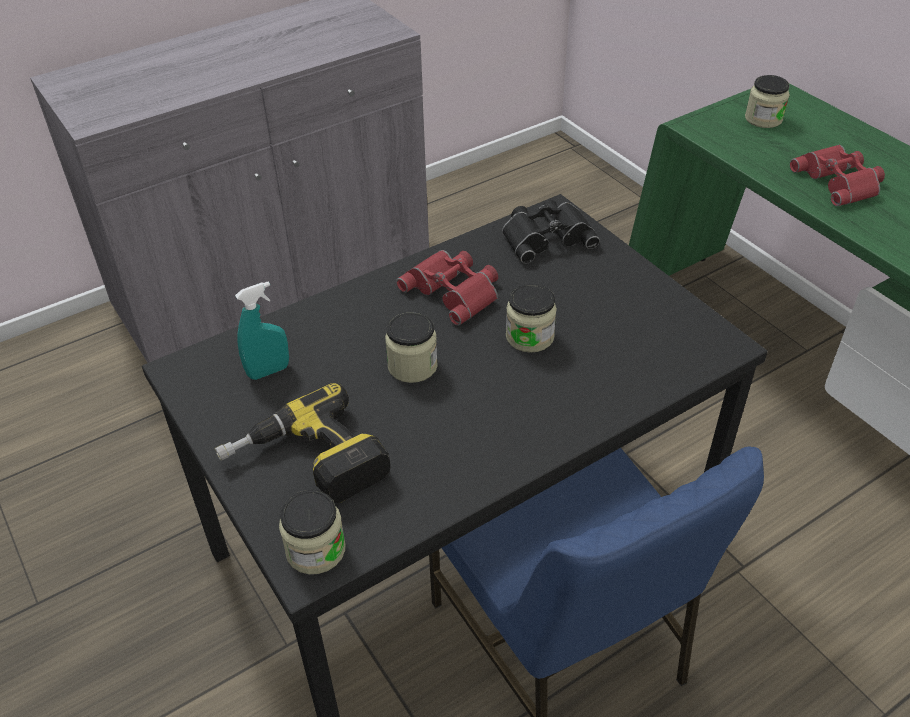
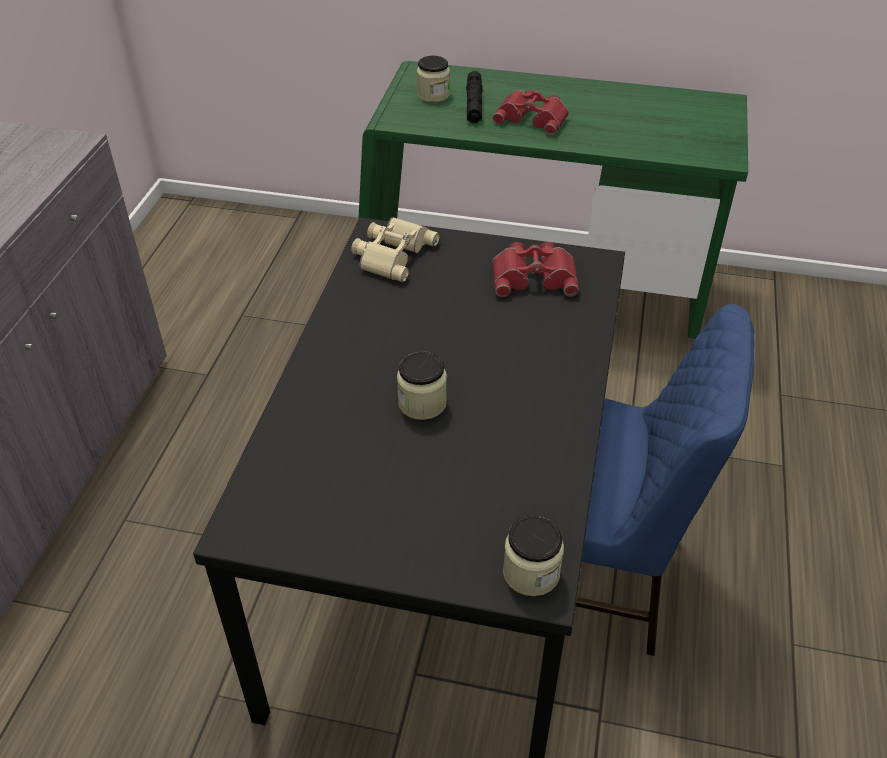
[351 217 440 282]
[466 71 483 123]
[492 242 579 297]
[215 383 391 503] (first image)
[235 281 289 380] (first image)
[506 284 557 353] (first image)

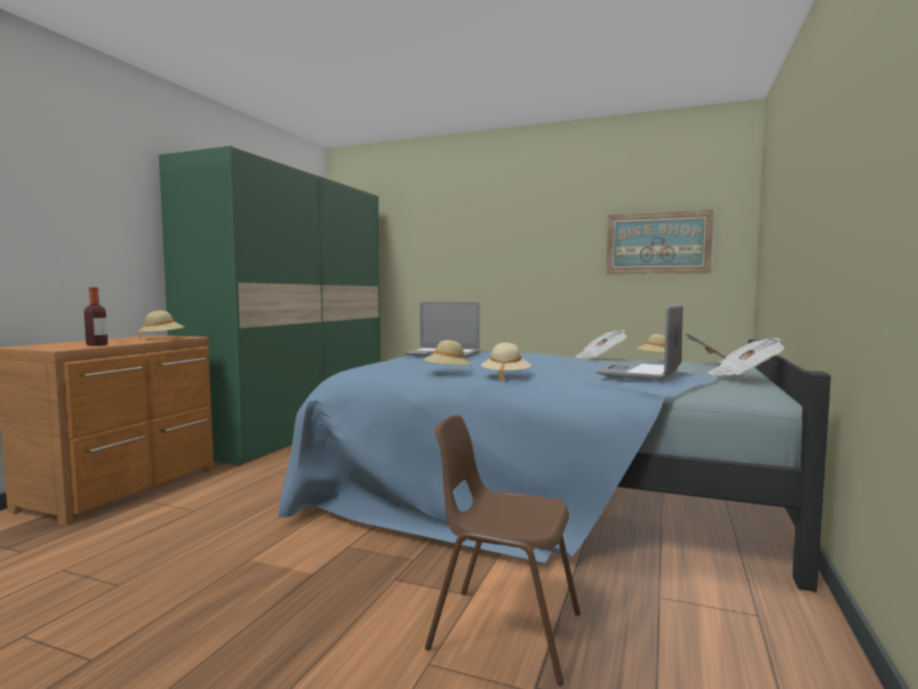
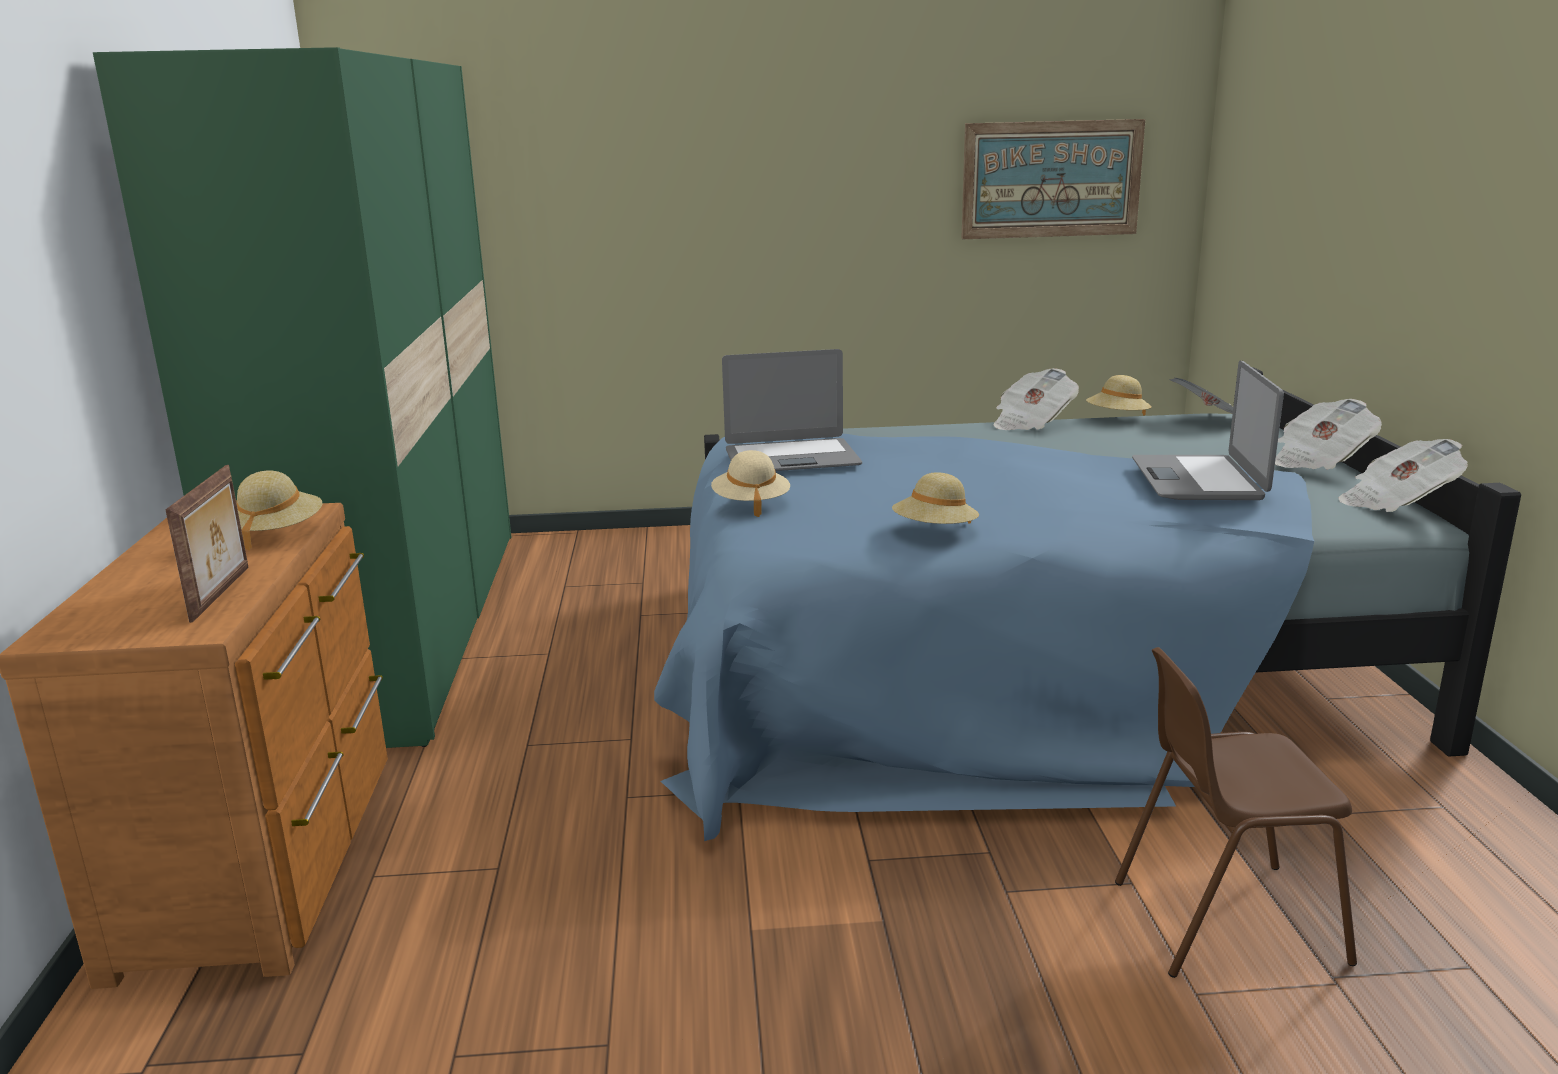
[165 465 248 623]
[711 450 790 517]
[1339 439 1468 512]

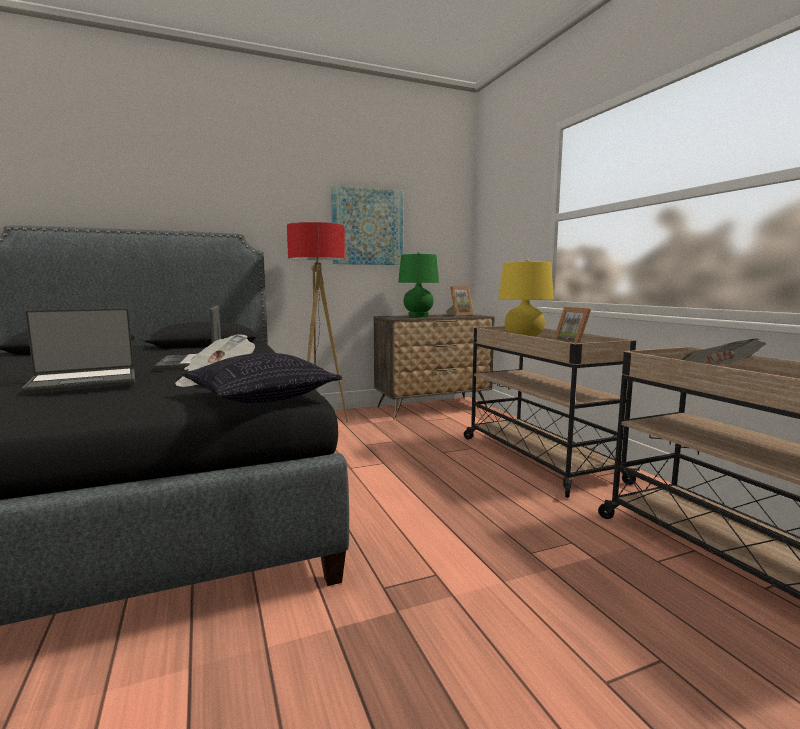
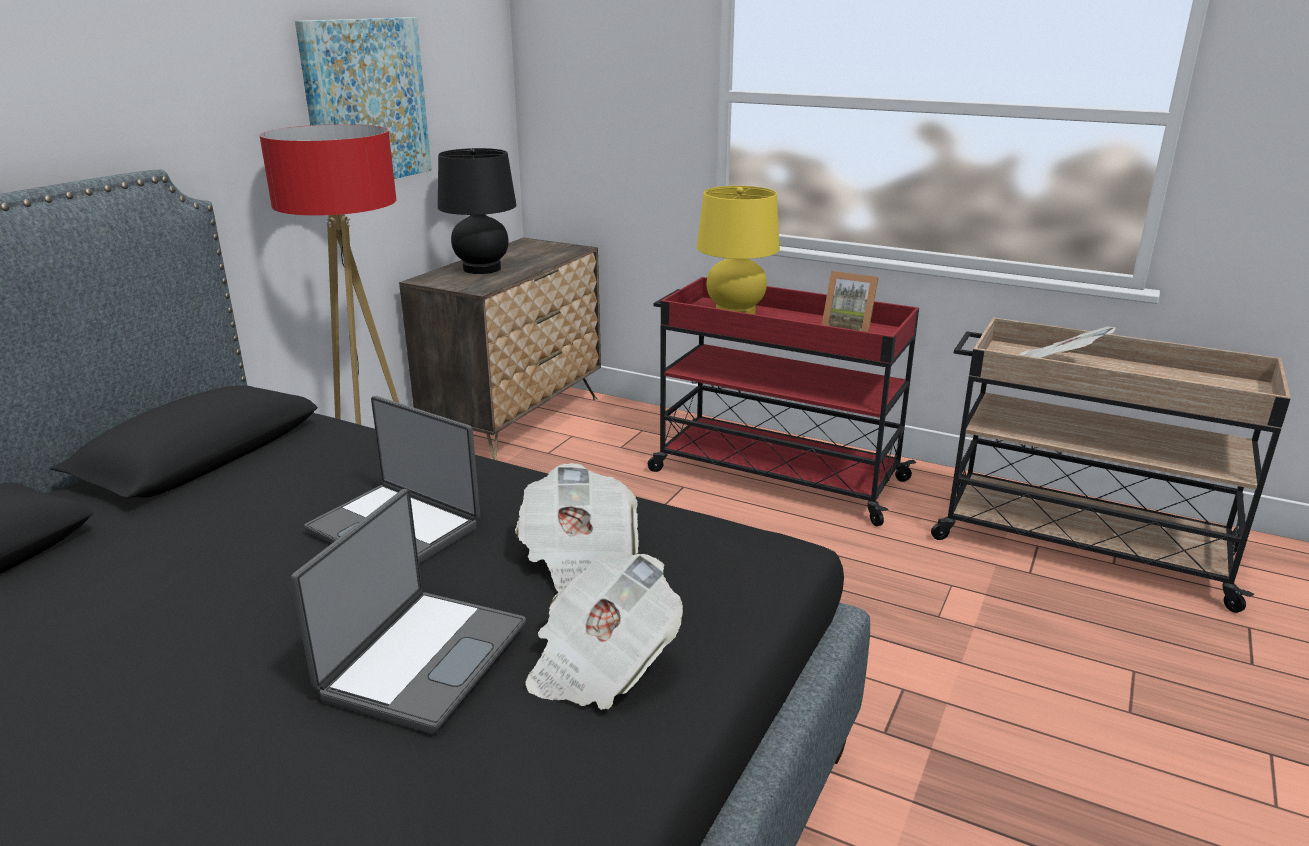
[438 148 516 274]
[525 554 683 710]
[648 277 919 526]
[182 353 342 403] (first image)
[446 286 474 316] (first image)

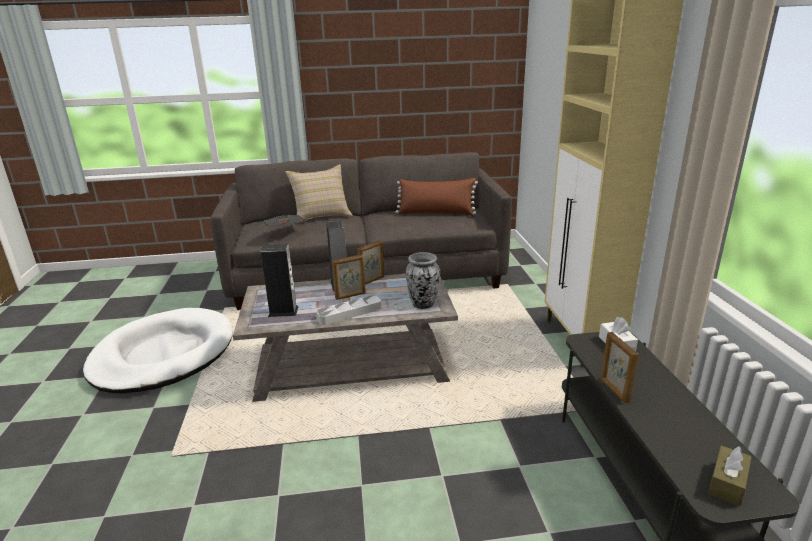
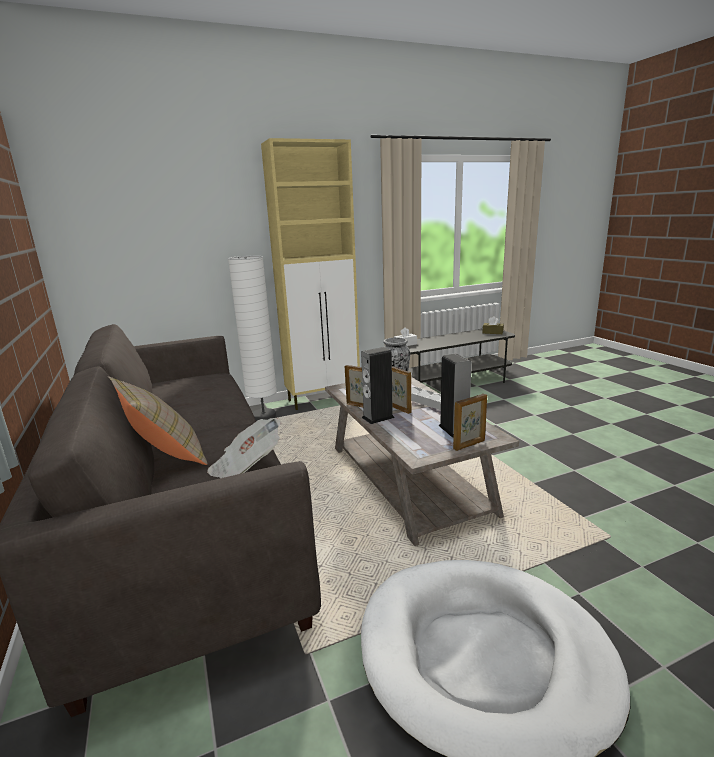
[228 256 277 421]
[453 394 487 451]
[396 178 478 216] (first image)

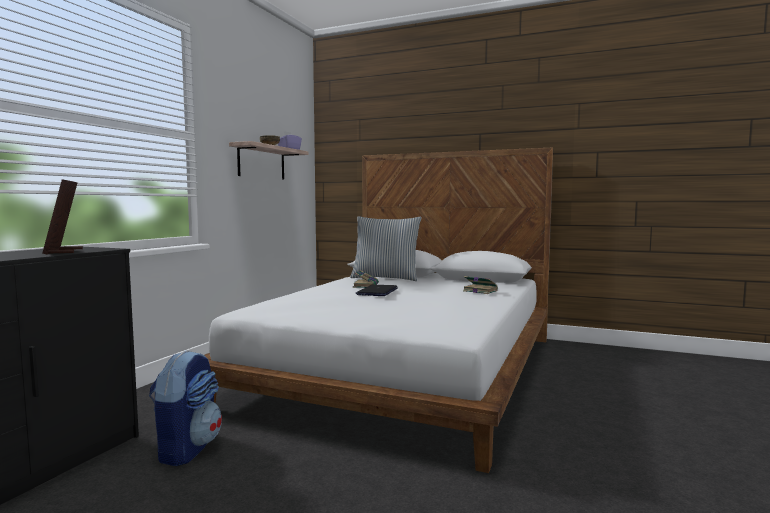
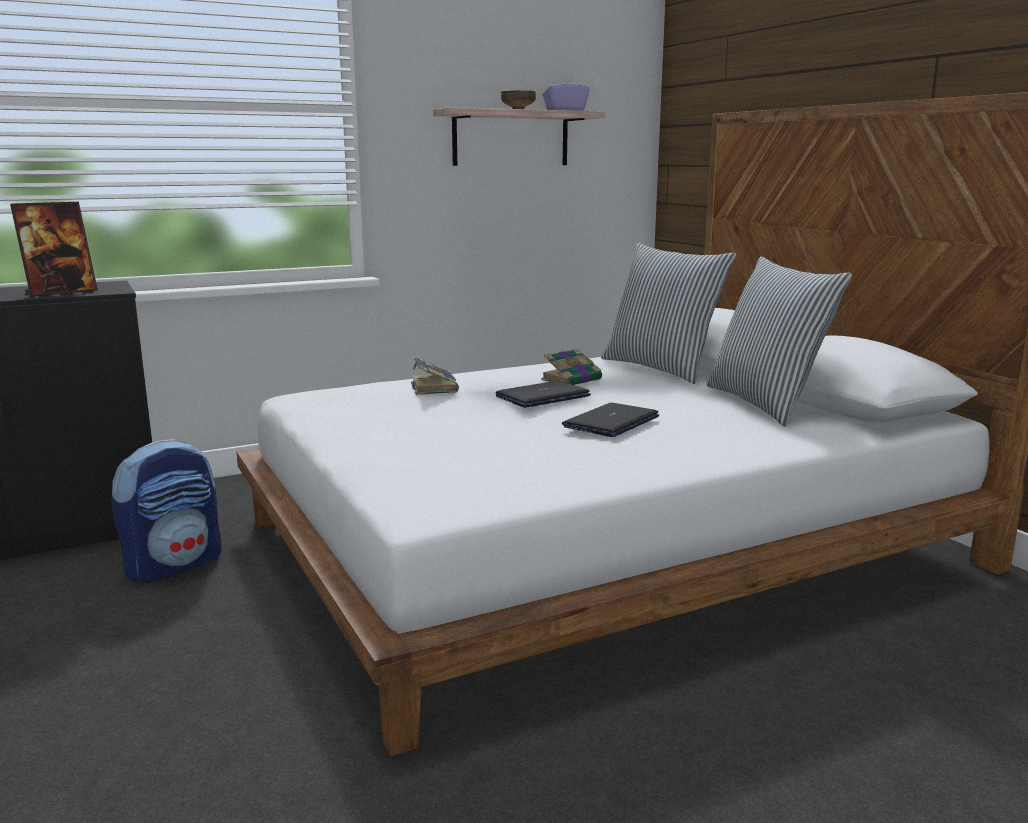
[10 202 98 297]
[411 356 459 395]
[562 403 659 437]
[706 257 852 427]

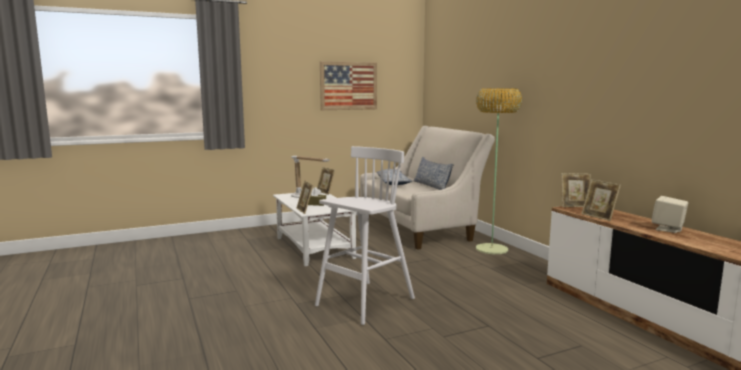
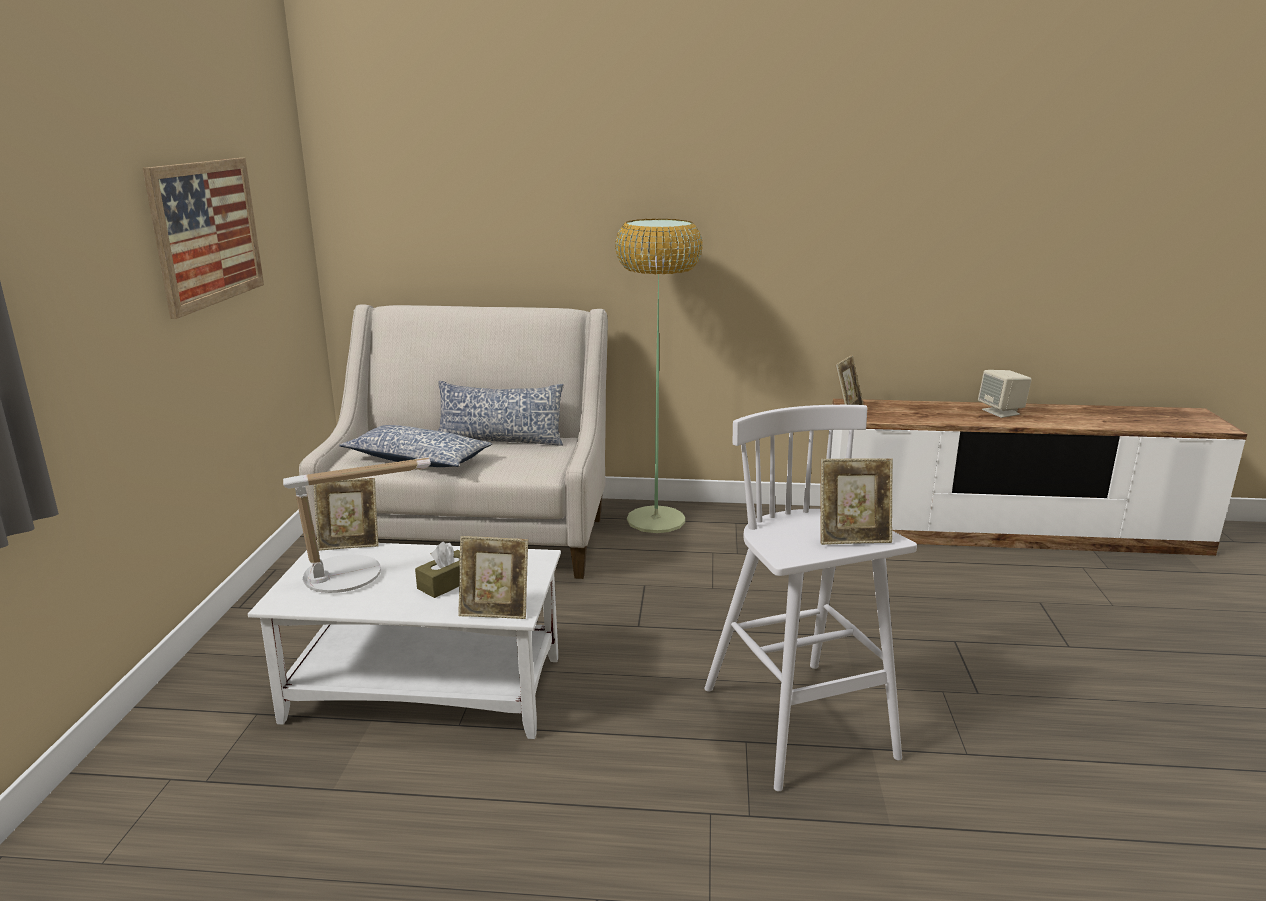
[821 458 893 545]

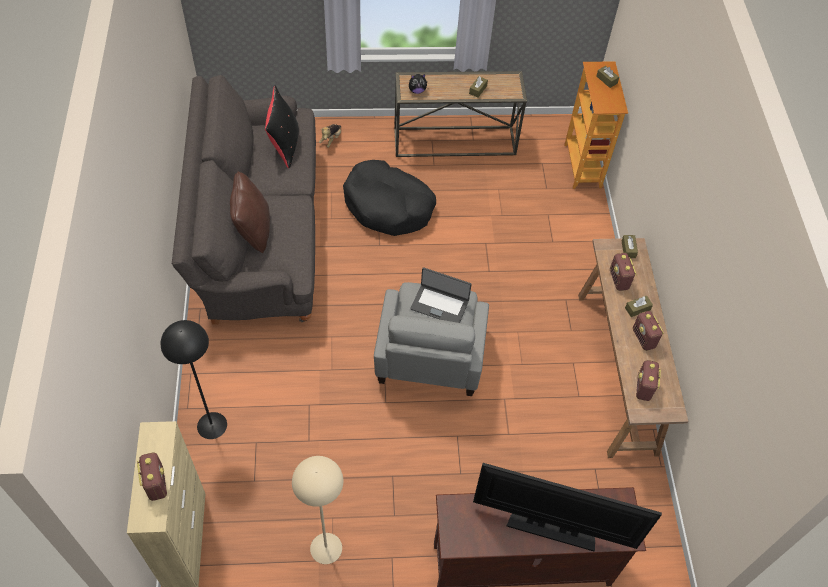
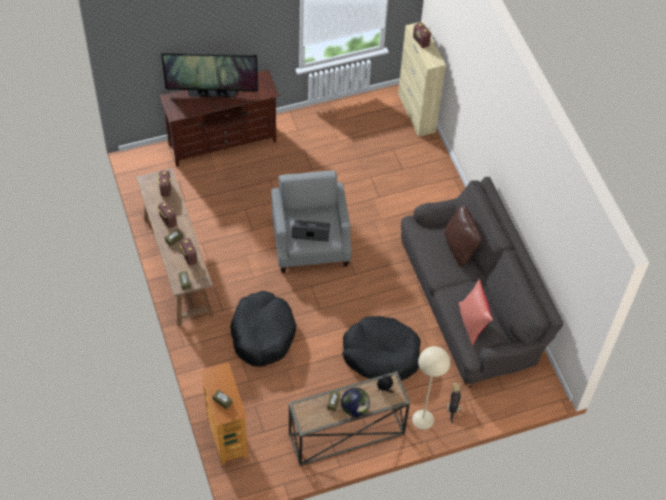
[230 291 296 367]
[341 388 370 417]
[412 346 450 430]
[459 279 493 345]
[161 320 227 439] (first image)

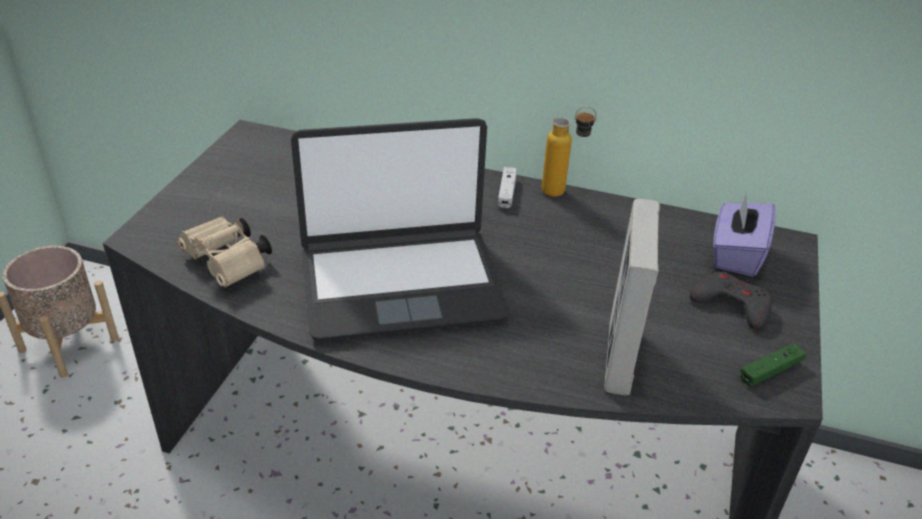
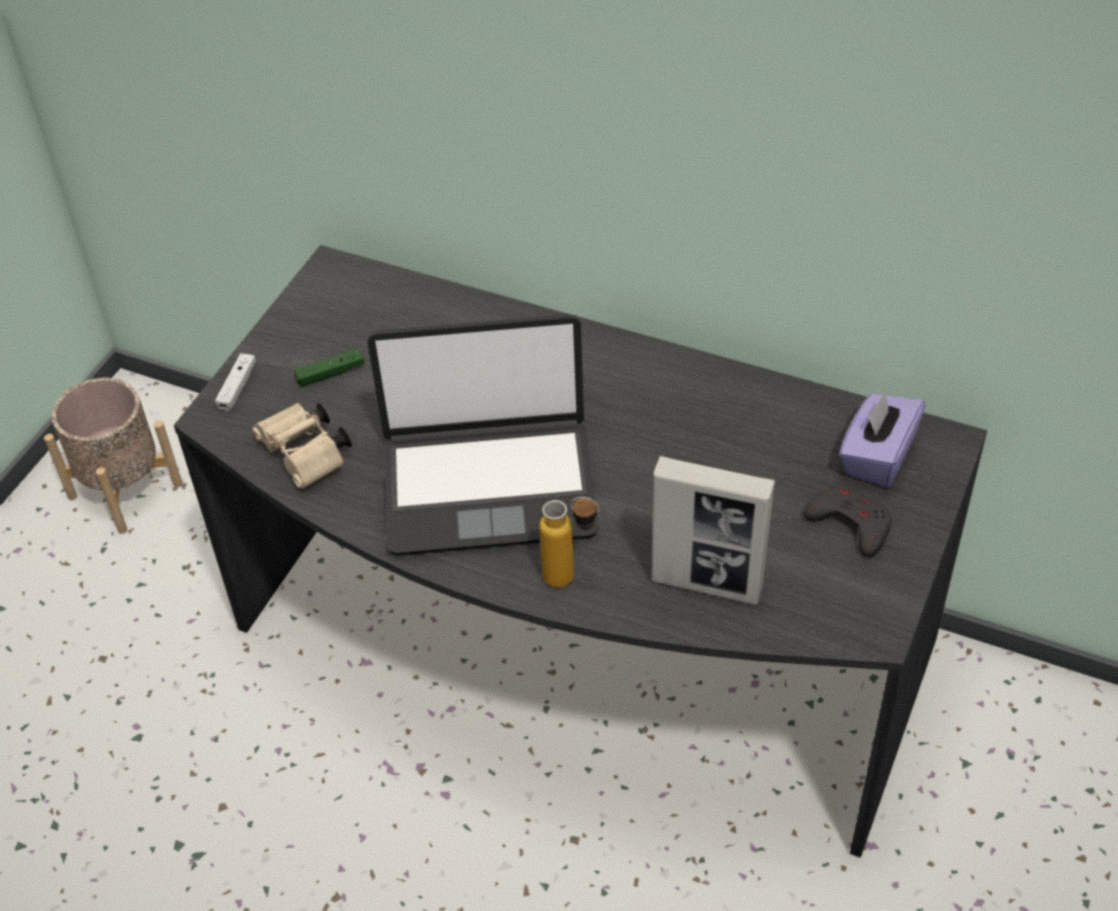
[215 353 256 411]
[294 349 364 387]
[539 497 599 588]
[651 456 775 605]

